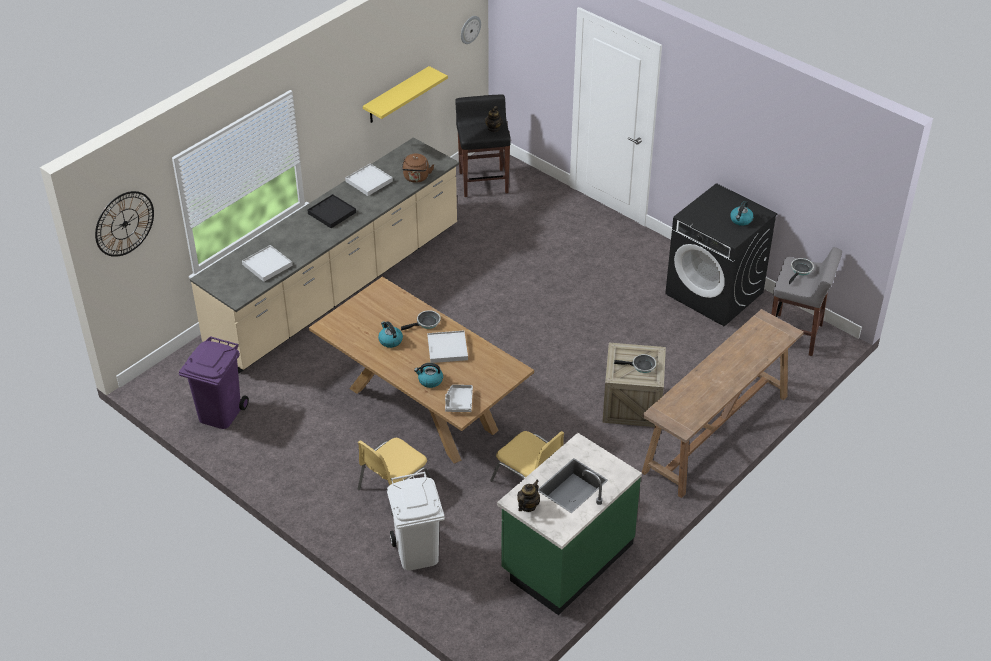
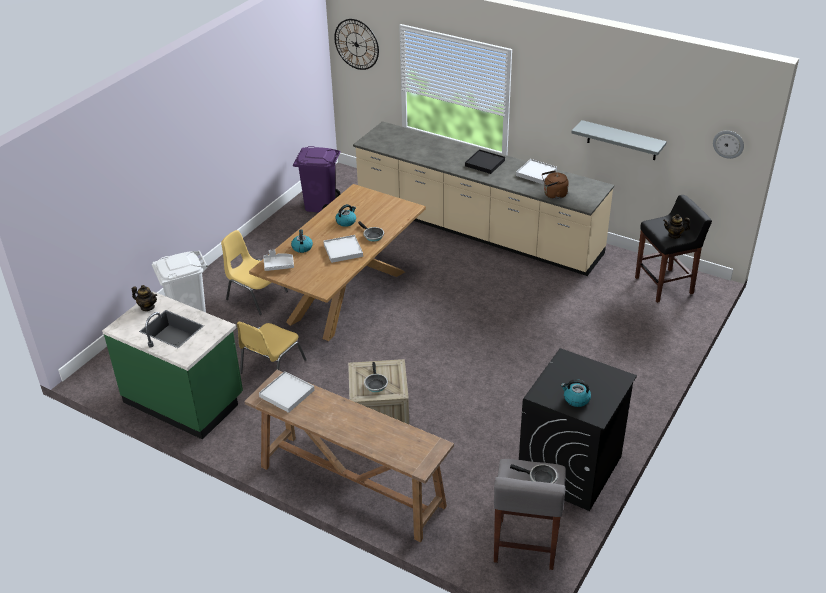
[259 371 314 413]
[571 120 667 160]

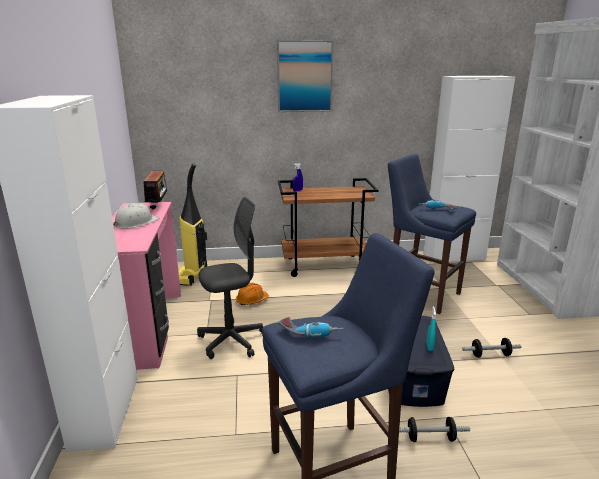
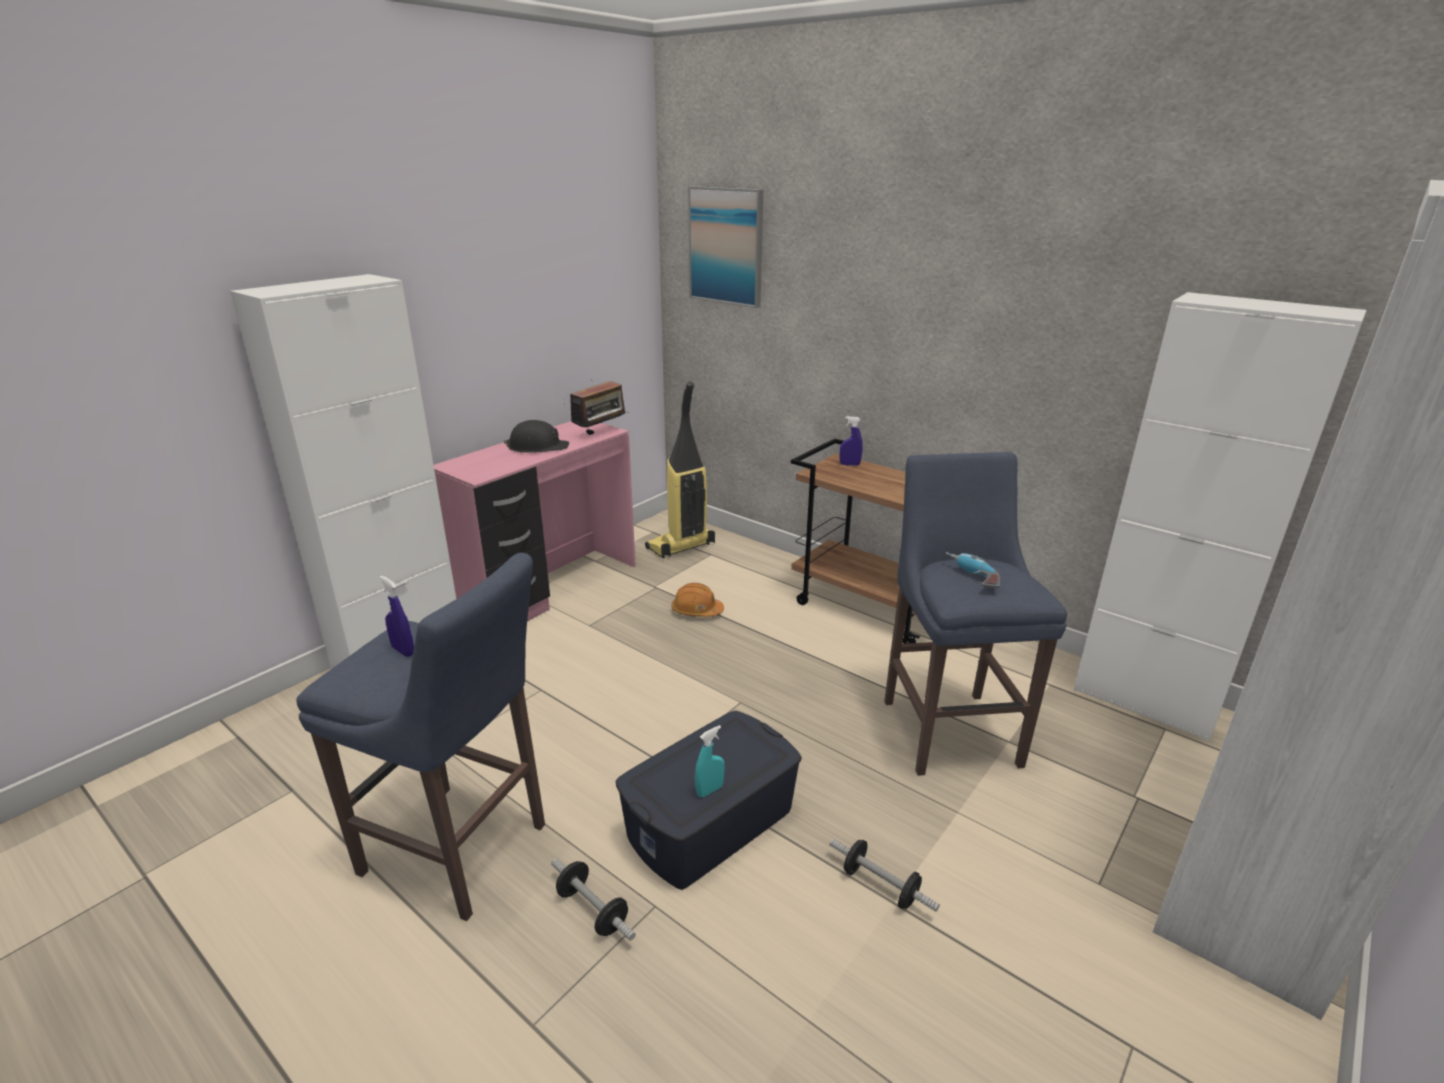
[380 576 414 657]
[504 420 569 453]
[688 186 763 308]
[197 197 264 359] (first image)

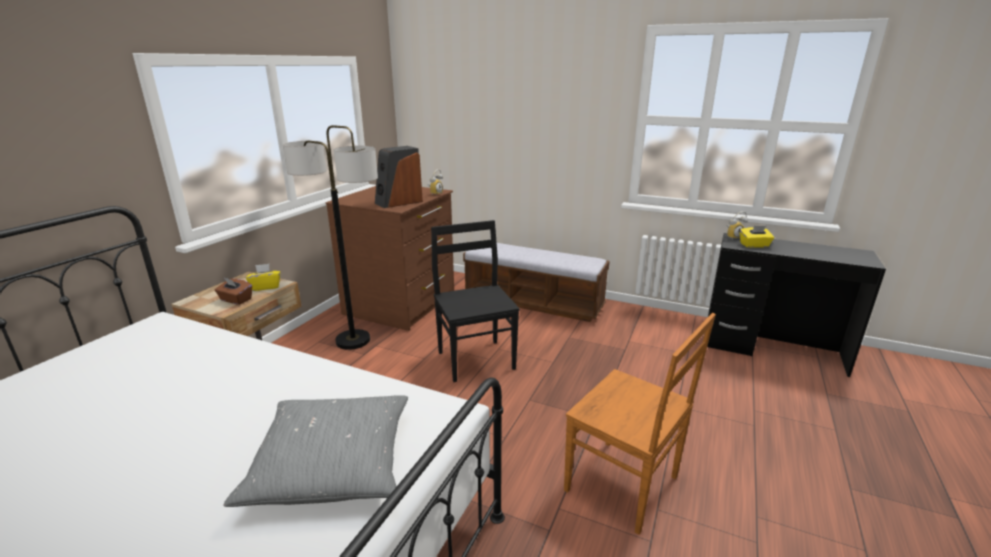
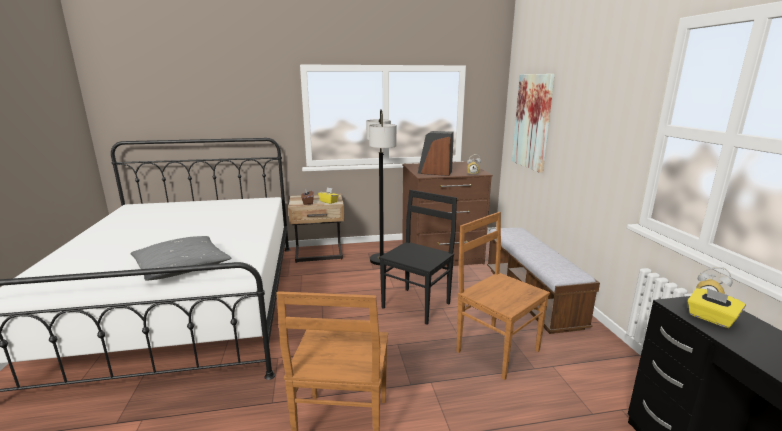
[457 212 550 380]
[512 74 555 173]

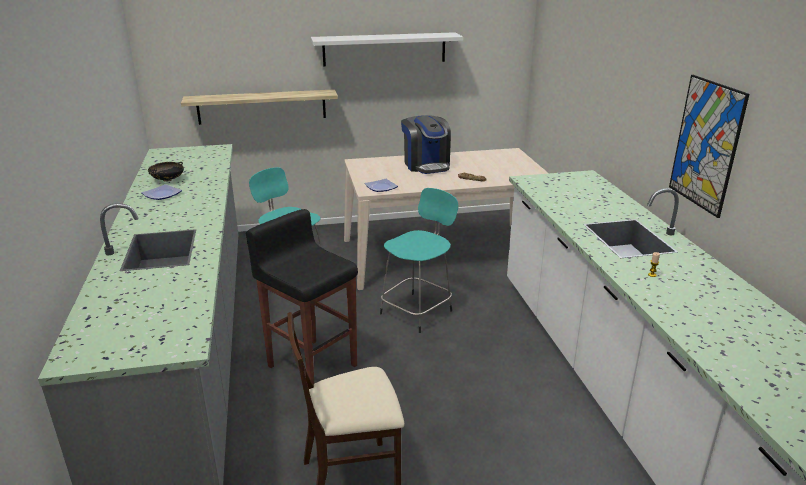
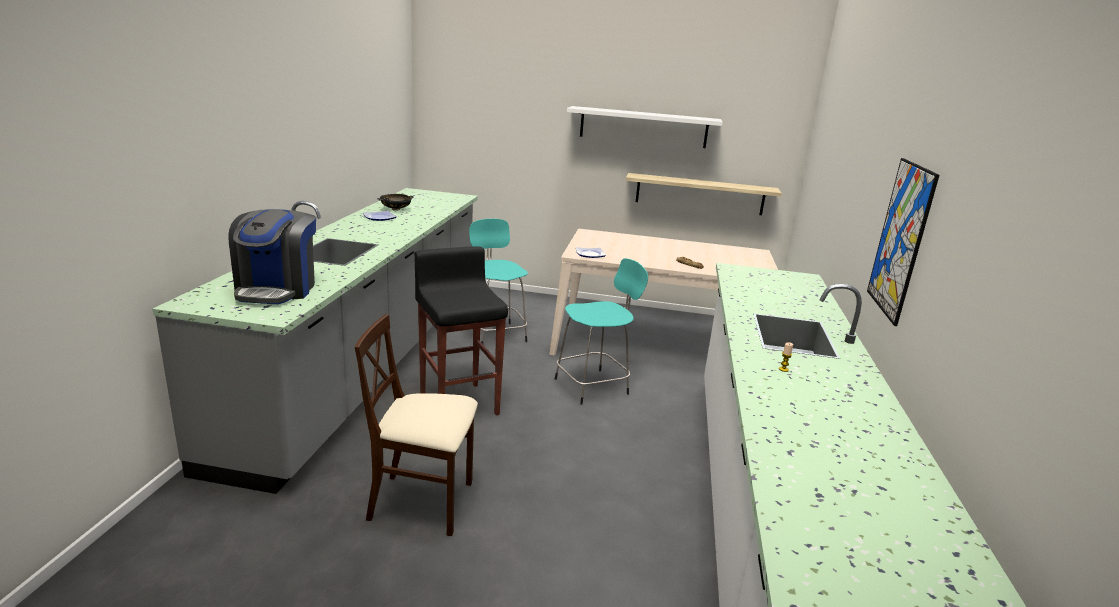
[228 209 316 304]
[626 173 782 215]

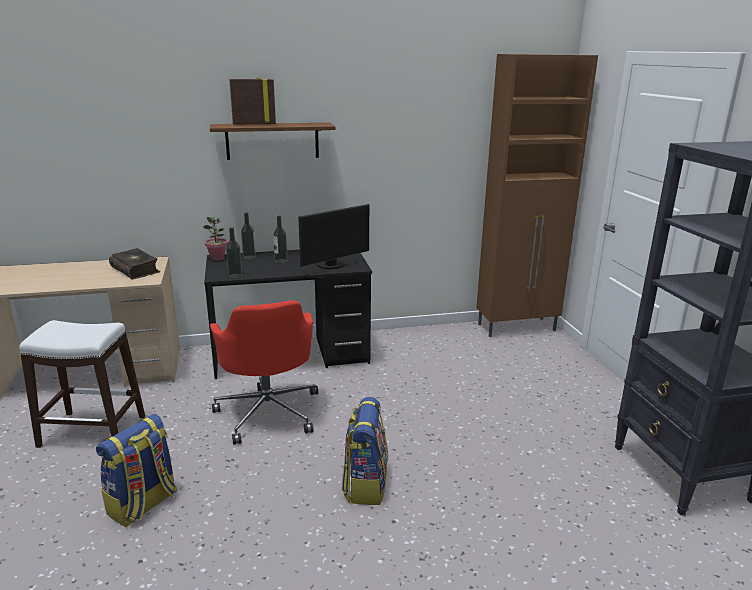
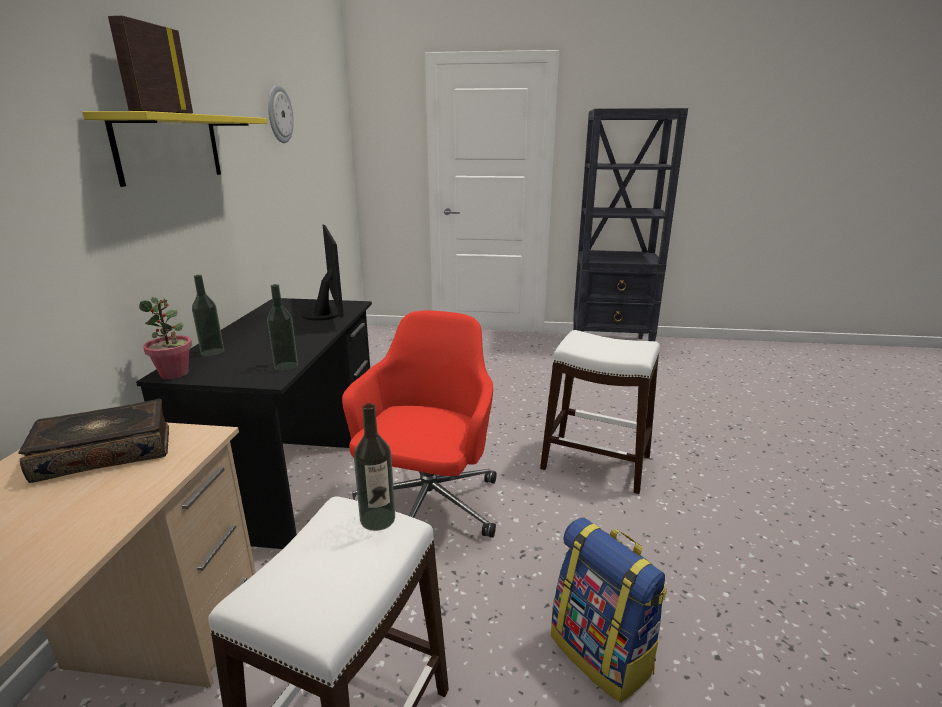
[82 111 267 187]
[268 85 294 143]
[342 310 497 538]
[354 403 395 531]
[540 330 660 494]
[476 54 598 337] (first image)

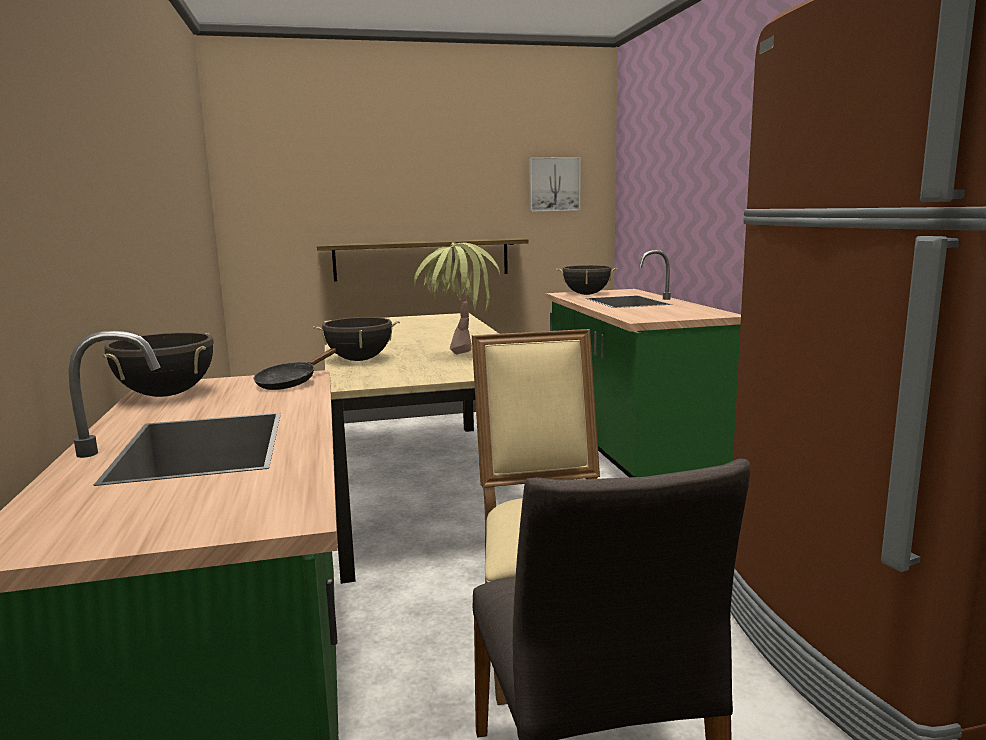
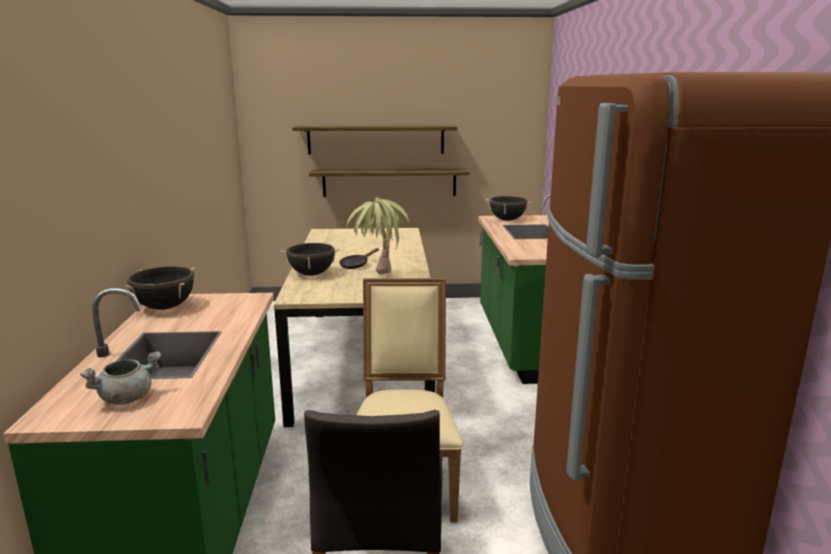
[80 351 161 405]
[293 125 457 154]
[339 248 379 269]
[529 157 581 212] (first image)

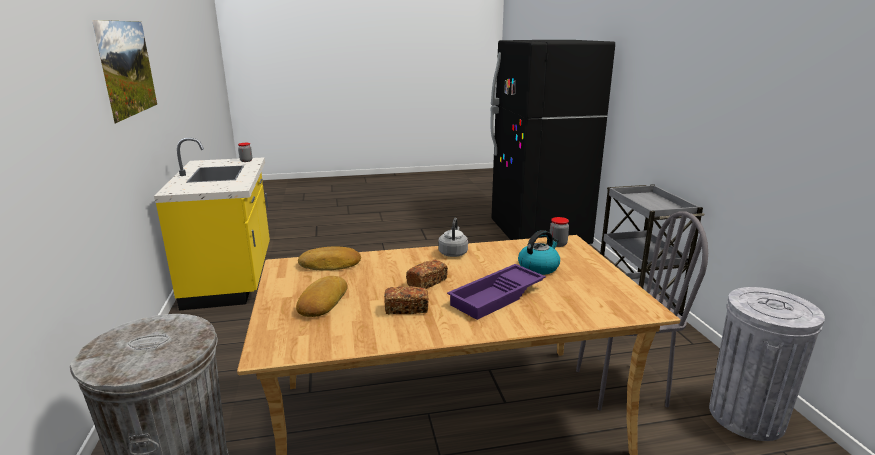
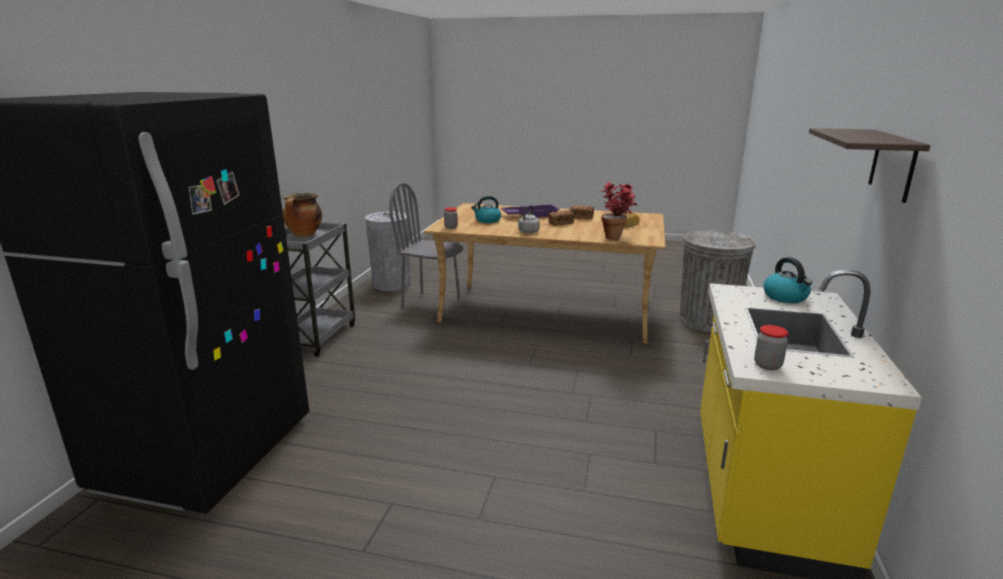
[283 193 322 237]
[599 182 637 240]
[764 257 812 303]
[809 128 930 203]

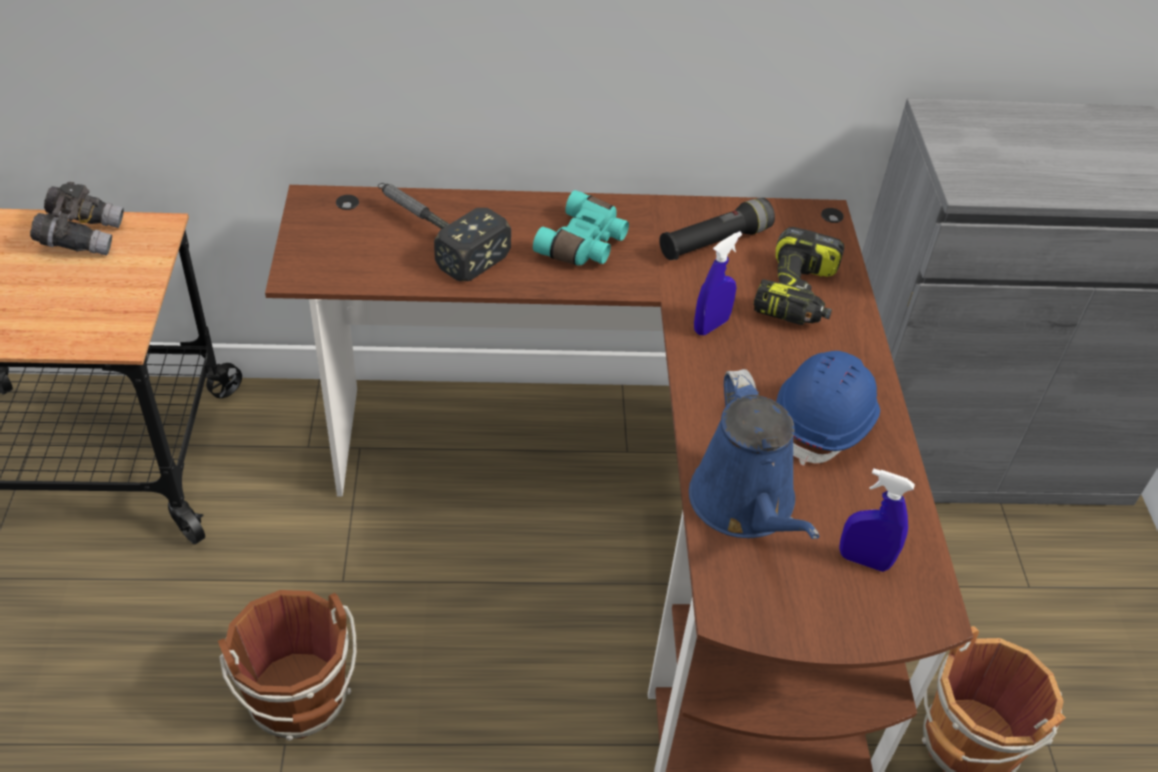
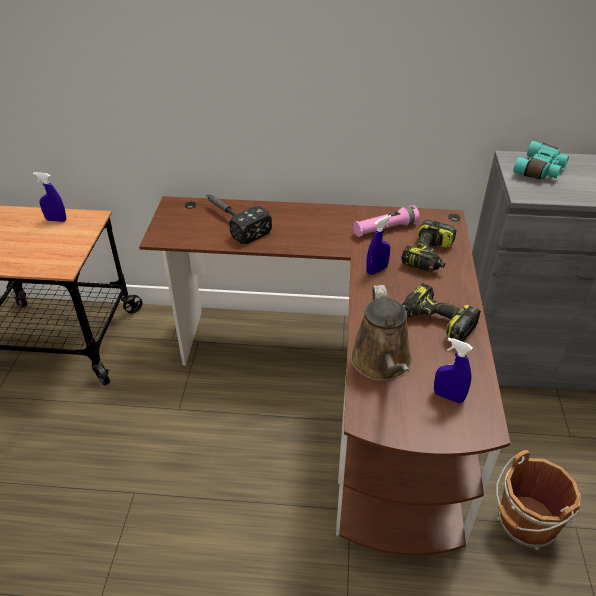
[33 172 66 222]
[350 285 412 381]
[353 205 420 237]
[402 283 481 342]
[513 141 569 179]
[218 590 357 741] (first image)

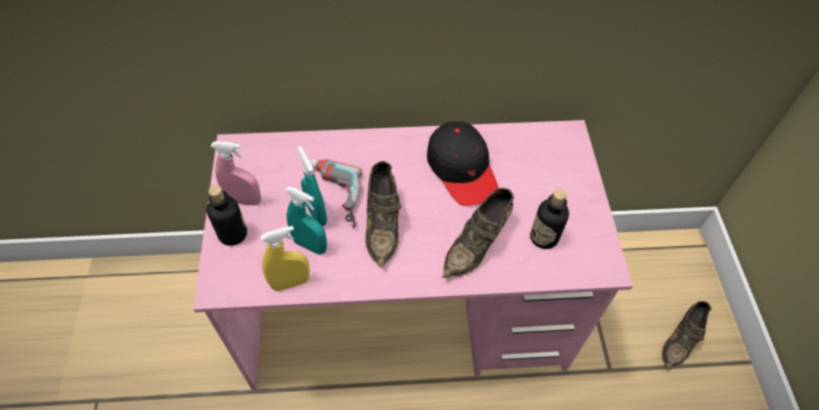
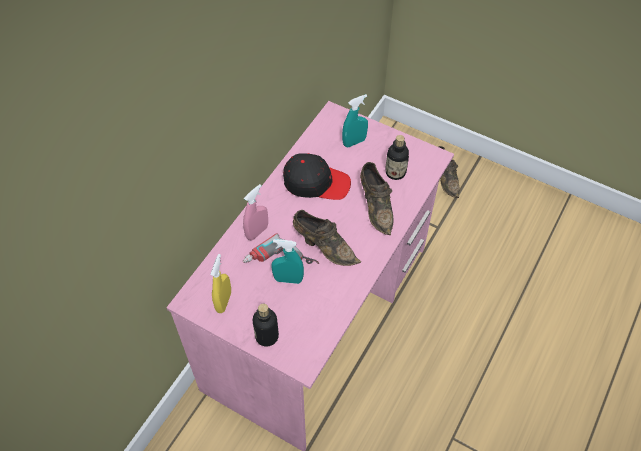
[210 254 231 313]
[243 184 268 240]
[342 94 368 147]

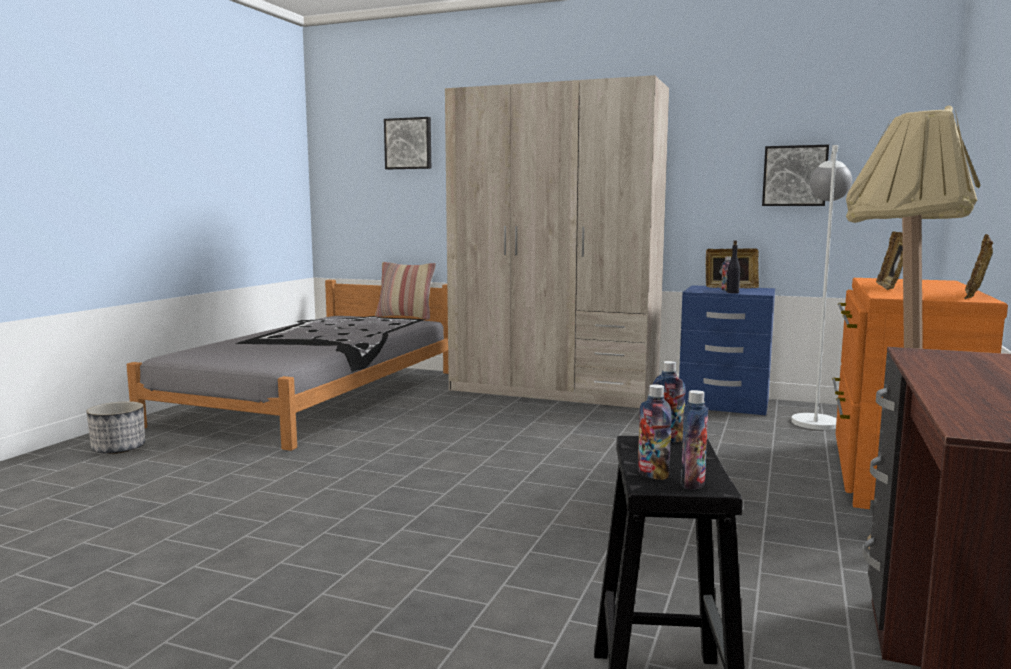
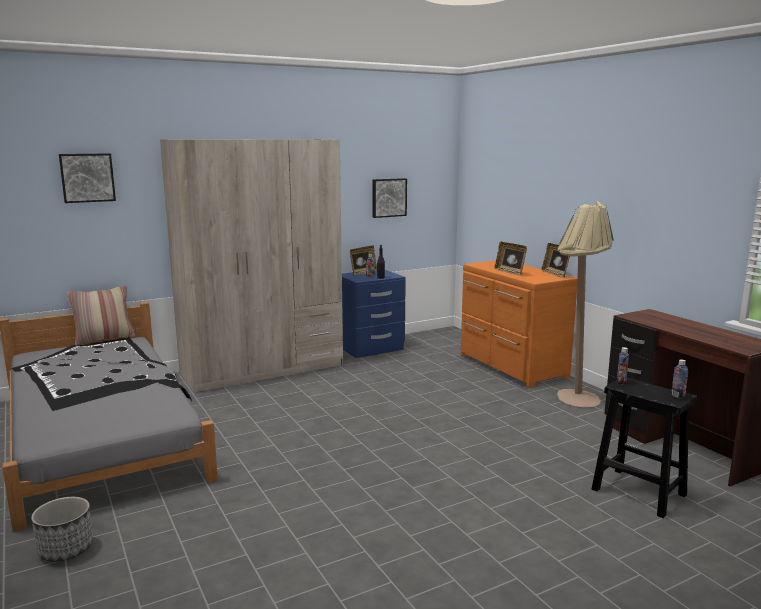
[638 384 672 480] (first image)
[791 145 852 430] (first image)

